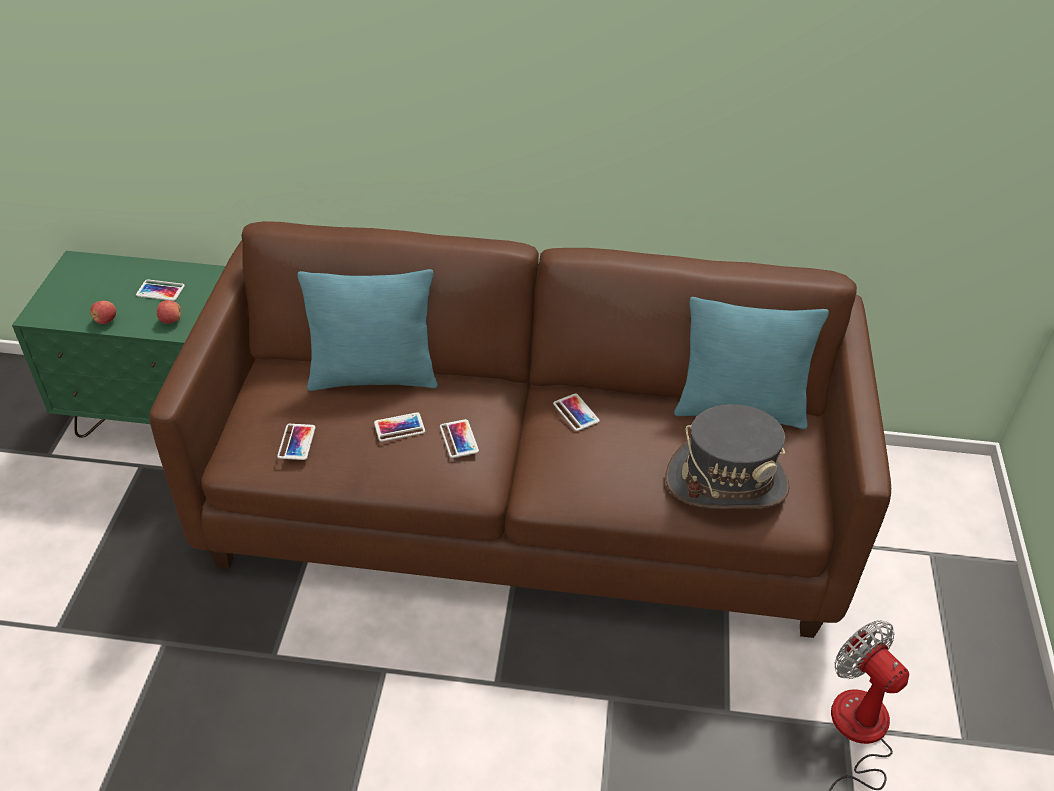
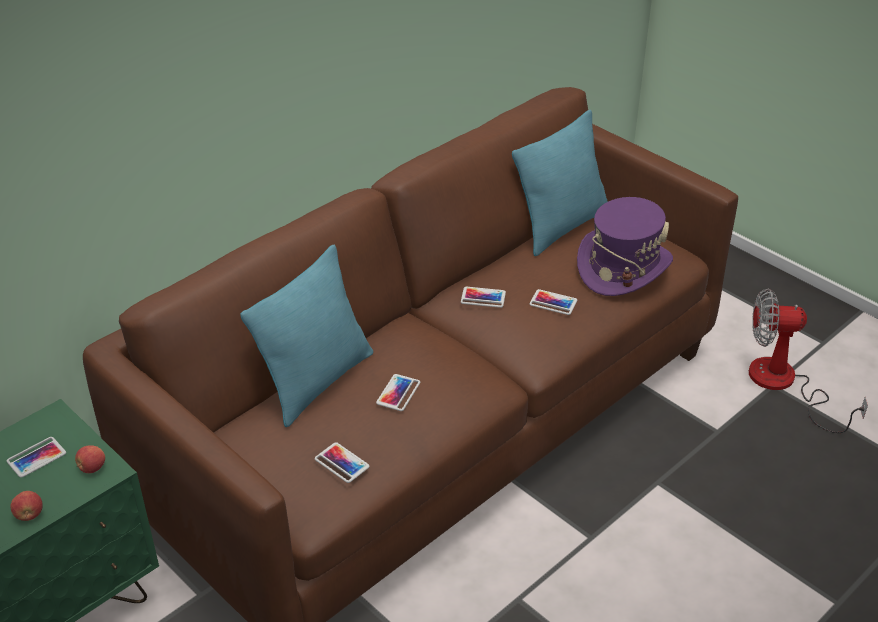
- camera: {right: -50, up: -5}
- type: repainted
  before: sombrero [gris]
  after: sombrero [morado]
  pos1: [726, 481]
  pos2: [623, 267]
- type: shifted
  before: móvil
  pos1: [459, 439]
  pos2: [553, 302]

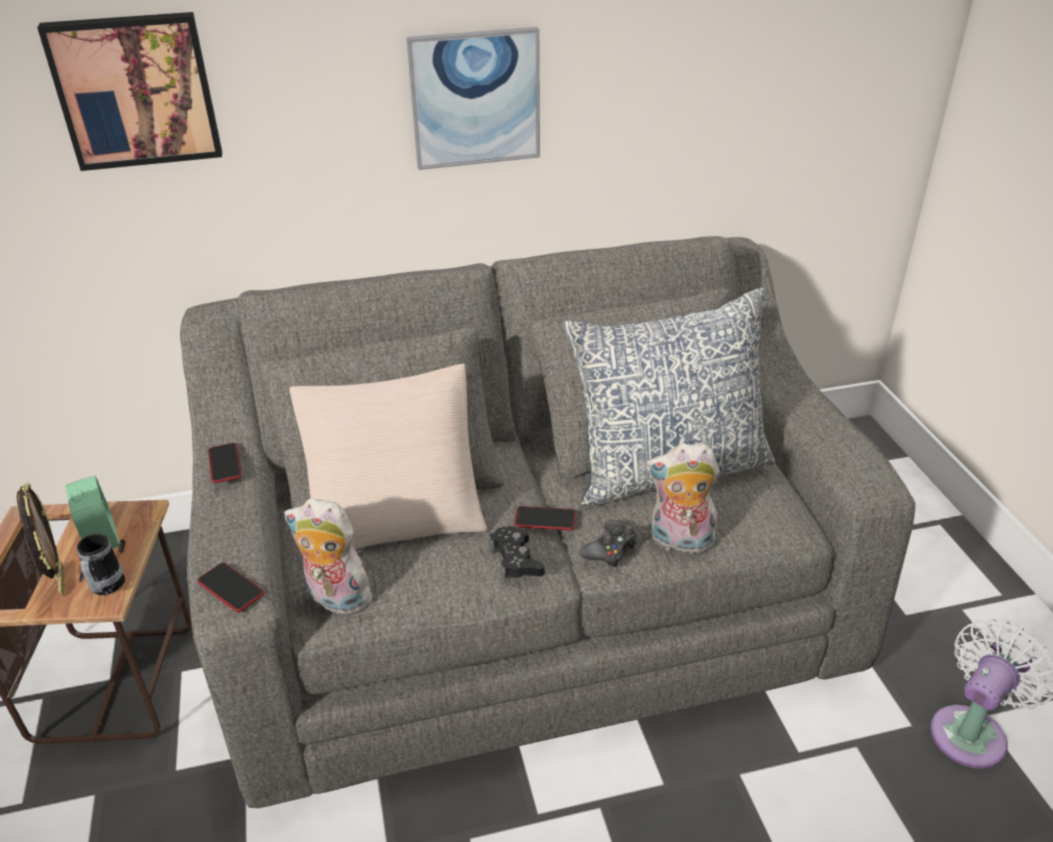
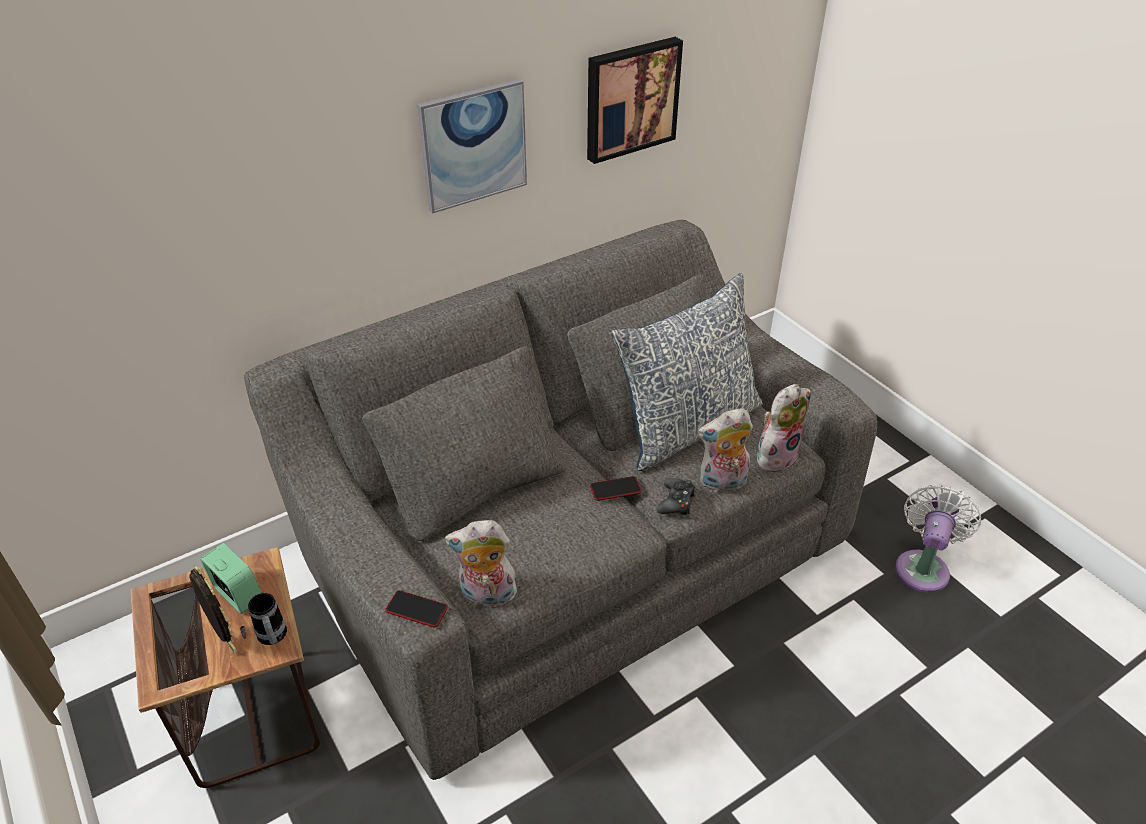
- camera: {right: -20, up: 5}
- type: shifted
  before: cuadro
  pos1: [136, 90]
  pos2: [630, 98]
- type: gone
  before: cojín [beis]
  pos1: [397, 513]
- type: gone
  before: móvil
  pos1: [225, 464]
- type: gone
  before: mando de consola [negro]
  pos1: [516, 560]
- type: new
  after: peluche
  pos2: [776, 456]

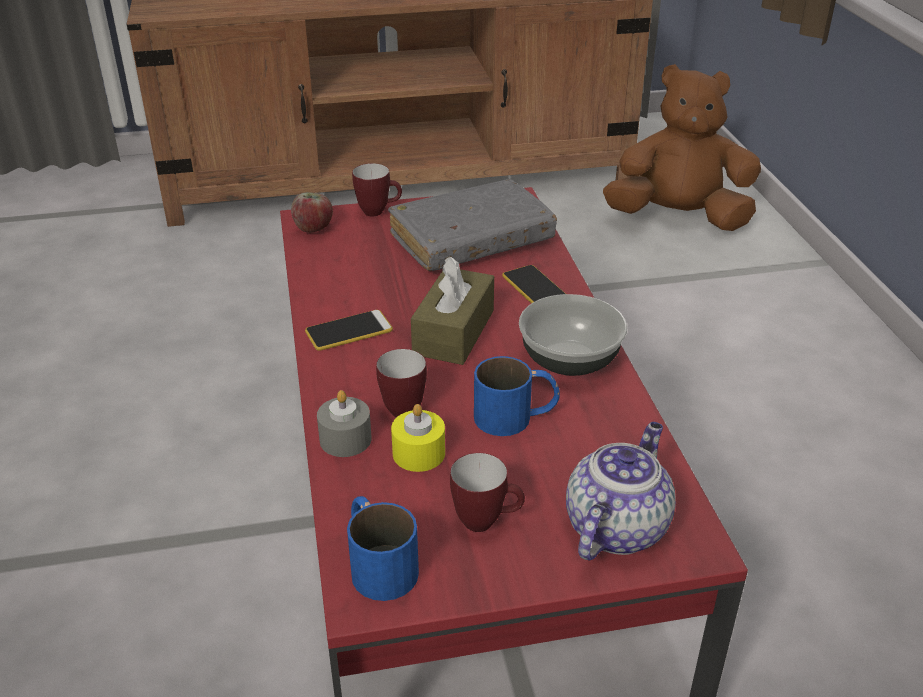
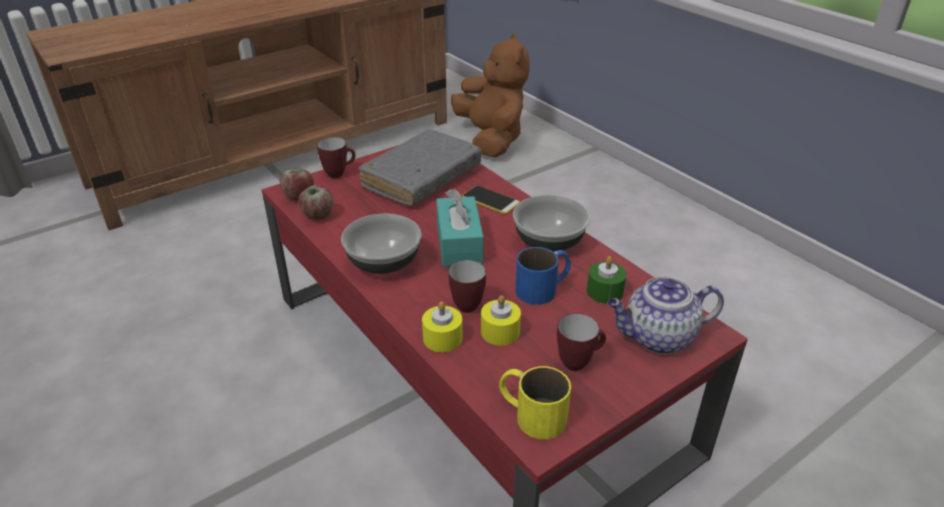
- camera: {right: -25, up: 0}
- type: rotated
  before: peluche [marrón]
  pos1: [678, 218]
  pos2: [491, 139]
  turn: 90
- type: repainted
  before: caja de pañuelos [marrón]
  after: caja de pañuelos [turquesa]
  pos1: [454, 332]
  pos2: [459, 243]
- type: swapped
  before: móvil
  after: cuenco
  pos1: [349, 331]
  pos2: [384, 263]
- type: repainted
  before: vela [gris]
  after: vela [amarillo]
  pos1: [345, 439]
  pos2: [442, 338]
- type: rotated
  before: tetera
  pos1: [616, 526]
  pos2: [657, 338]
  turn: -105
- type: repainted
  before: taza grande [azul]
  after: taza grande [amarillo]
  pos1: [377, 562]
  pos2: [530, 413]
- type: new
  after: manzana
  pos2: [317, 215]
- type: new
  after: vela [verde]
  pos2: [604, 291]

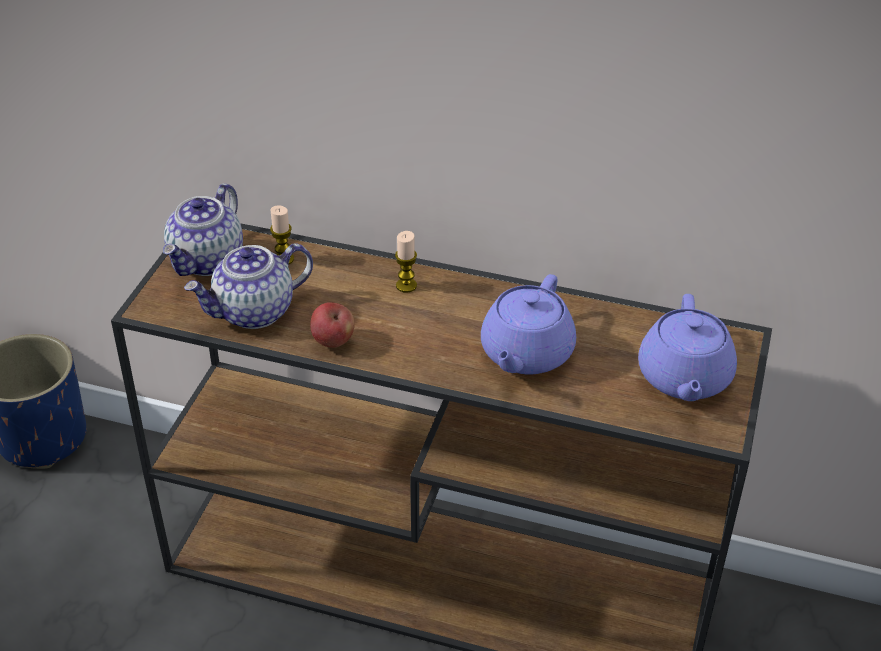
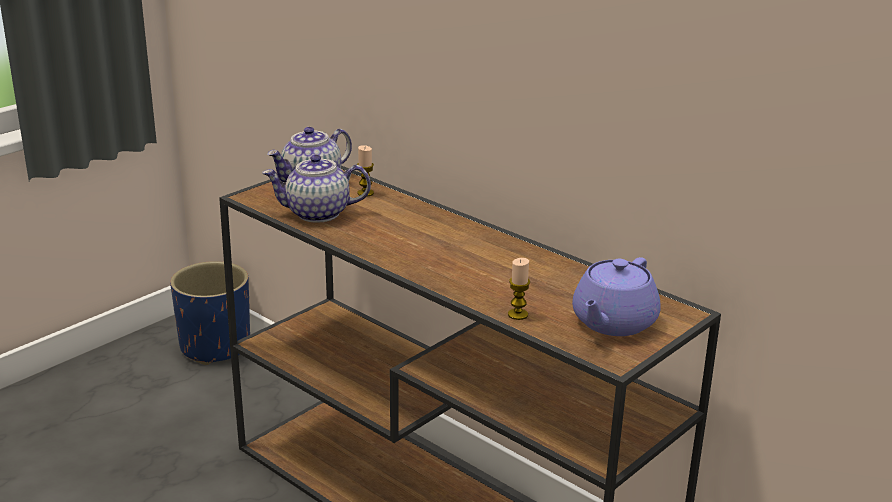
- camera: {right: 25, up: -15}
- type: shifted
  before: vela
  pos1: [406, 285]
  pos2: [518, 314]
- type: gone
  before: tetera [morado]
  pos1: [525, 354]
- type: gone
  before: manzana
  pos1: [333, 341]

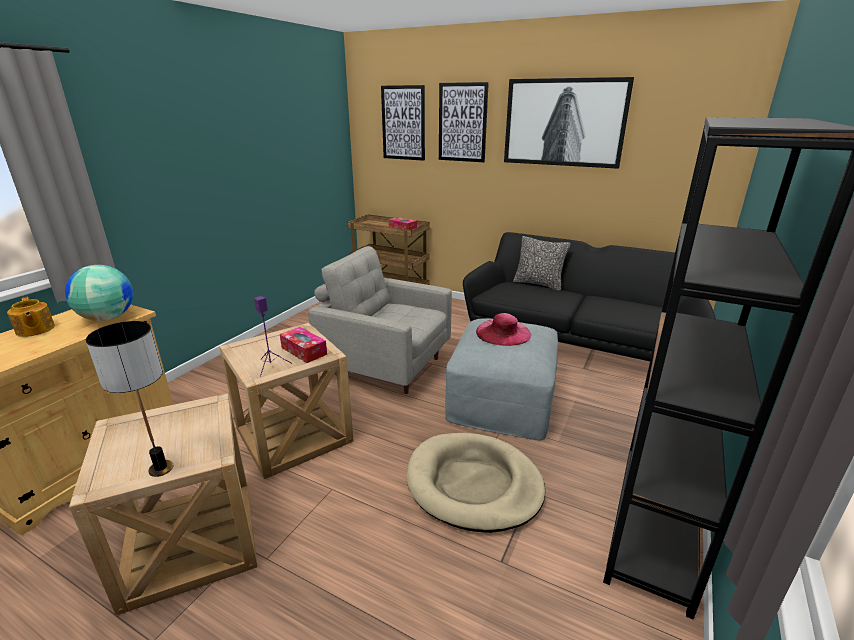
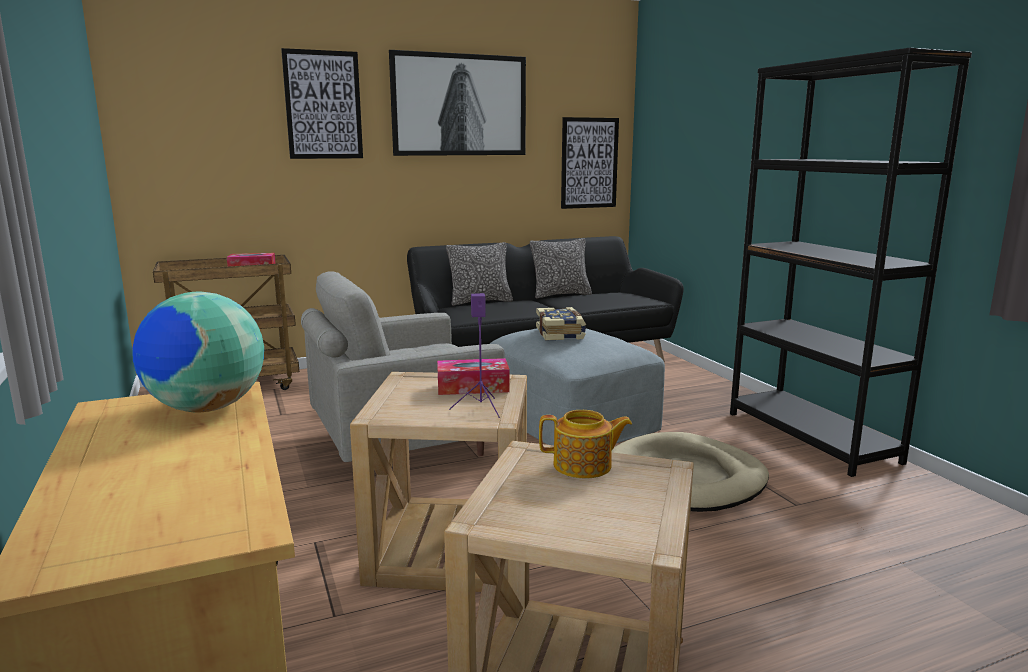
- camera: {right: -50, up: -10}
- type: shifted
  before: cuadro
  pos1: [403, 123]
  pos2: [589, 163]
- type: shifted
  before: tetera
  pos1: [35, 330]
  pos2: [584, 466]
- type: swapped
  before: sombrero [rosa]
  after: libro
  pos1: [503, 332]
  pos2: [561, 334]
- type: gone
  before: lámpara de mesa
  pos1: [160, 469]
- type: new
  after: cojín
  pos2: [560, 295]

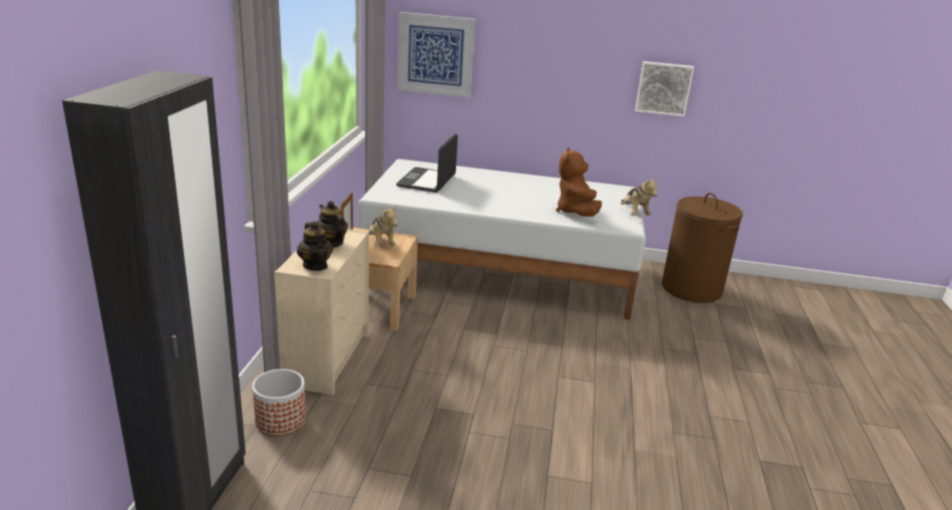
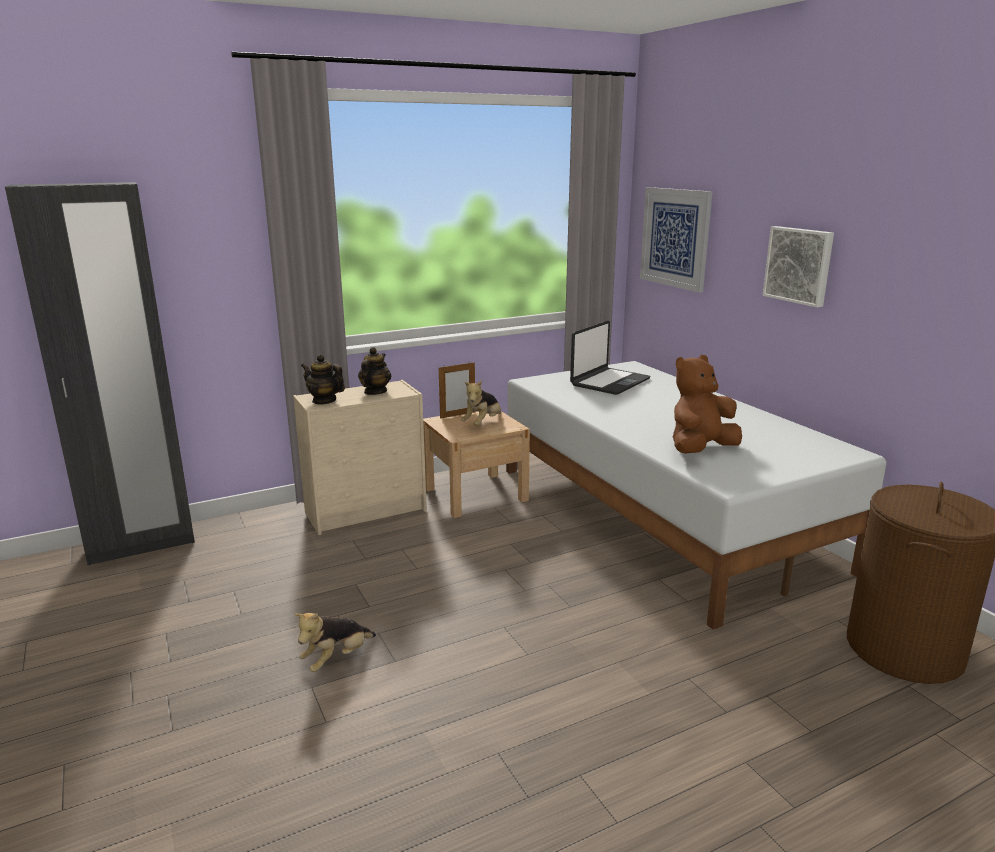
- camera: {right: 55, up: -5}
- type: shifted
  before: cuadro
  pos1: [663, 88]
  pos2: [799, 265]
- type: rotated
  before: portátil
  pos1: [427, 181]
  pos2: [609, 382]
  turn: 150
- type: shifted
  before: peluche
  pos1: [634, 213]
  pos2: [336, 659]
- type: rotated
  before: tetera
  pos1: [315, 265]
  pos2: [324, 400]
  turn: 90
- type: gone
  before: maceta
  pos1: [280, 420]

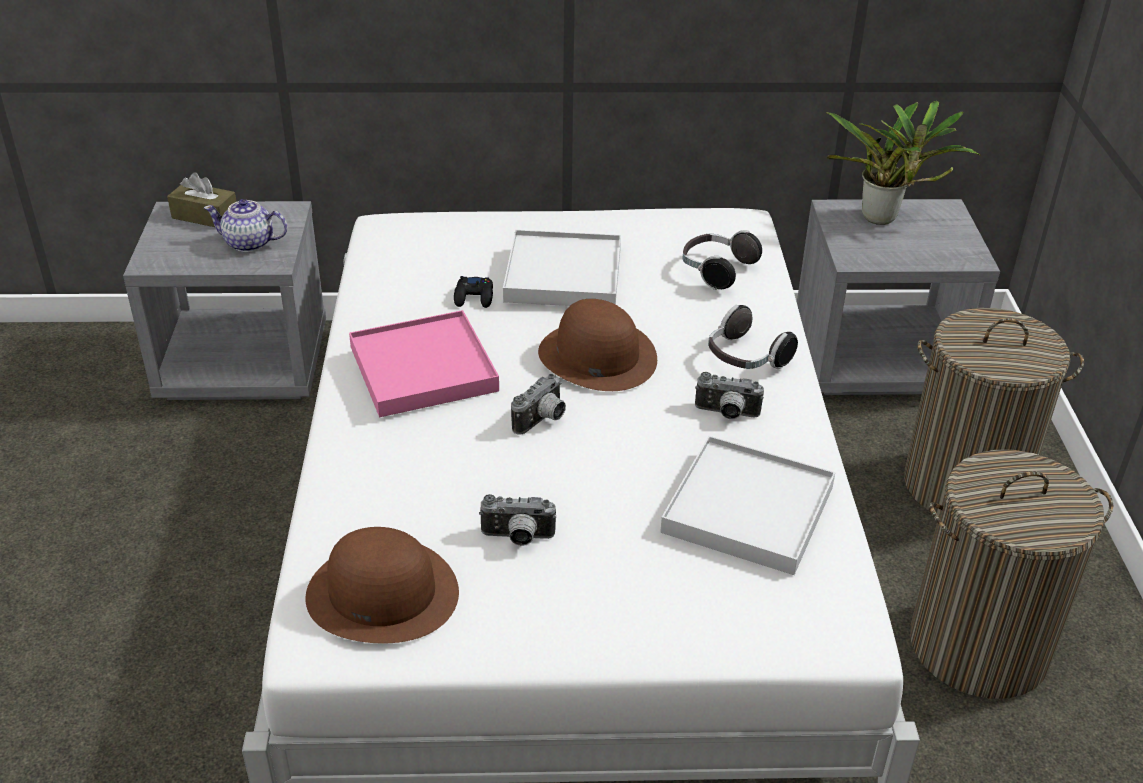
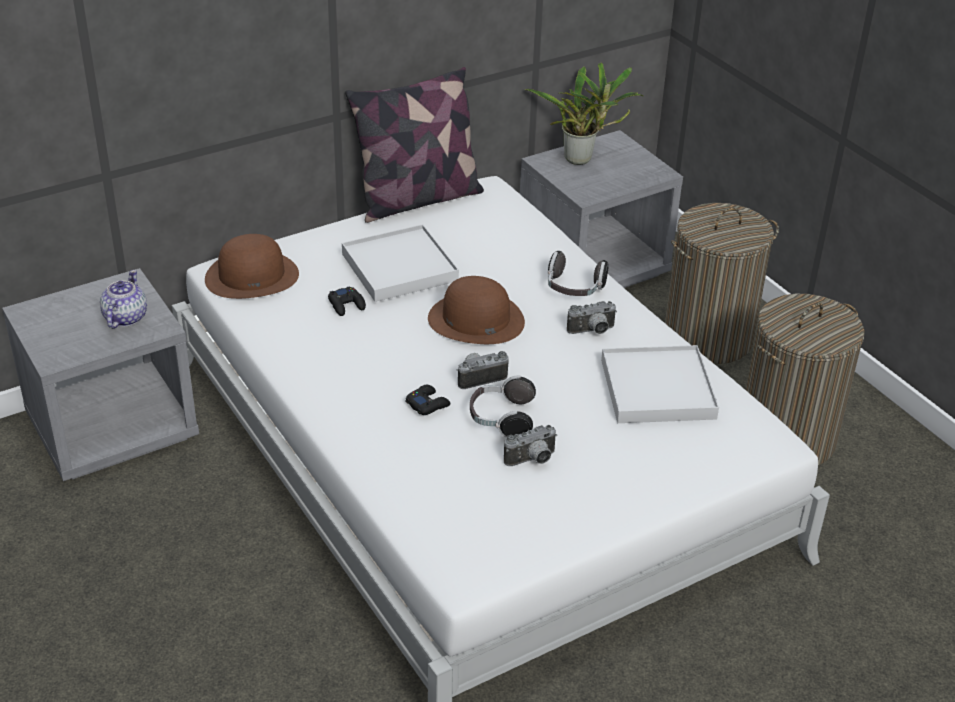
- camera: {right: -30, up: 0}
- type: gone
  before: caja de pañuelos [marrón]
  pos1: [205, 216]
- type: rotated
  before: tetera
  pos1: [250, 243]
  pos2: [125, 318]
  turn: 120
- type: shifted
  before: auriculares
  pos1: [716, 270]
  pos2: [501, 419]
- type: gone
  before: bandeja [rosa]
  pos1: [423, 368]
- type: rotated
  before: cámara
  pos1: [542, 421]
  pos2: [480, 377]
  turn: -120
- type: shifted
  before: sombrero [marrón]
  pos1: [383, 593]
  pos2: [252, 276]
- type: new
  after: cojín
  pos2: [417, 199]
- type: new
  after: mando de consola [negro]
  pos2: [427, 404]

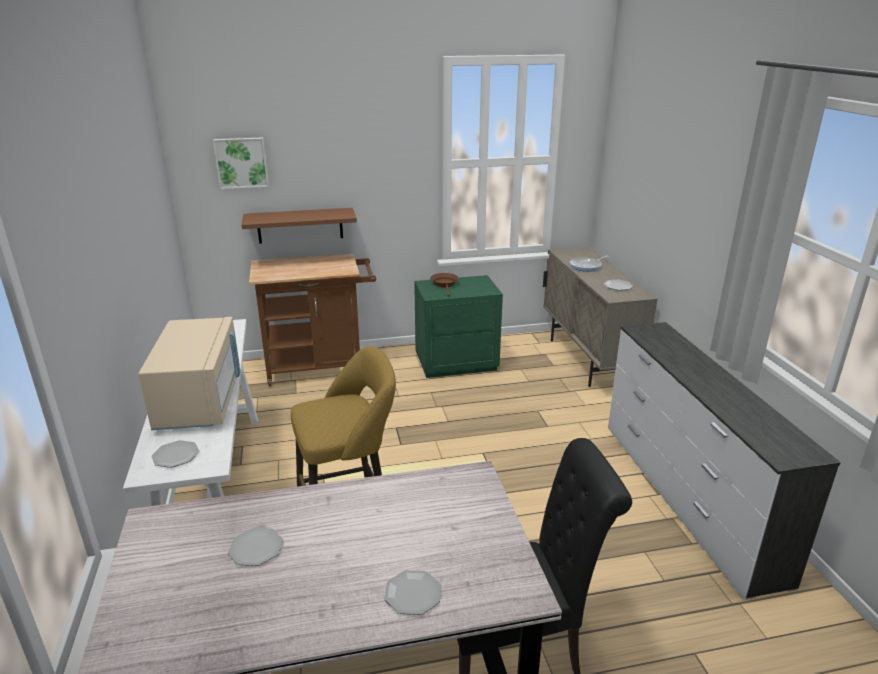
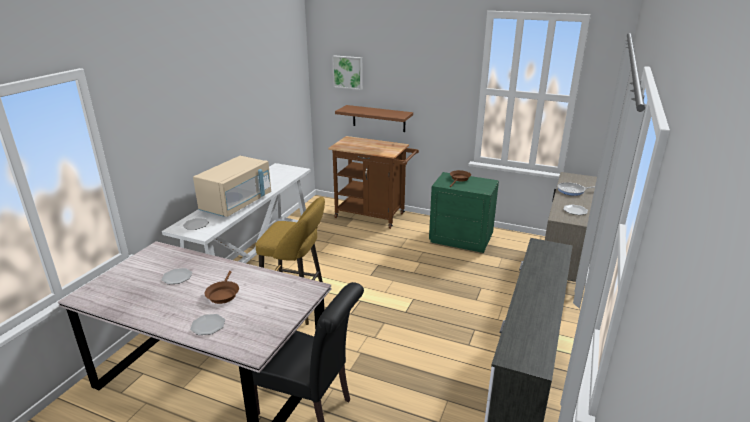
- camera: {right: 35, up: 0}
- type: new
  after: sartén [marrón]
  pos2: [223, 294]

